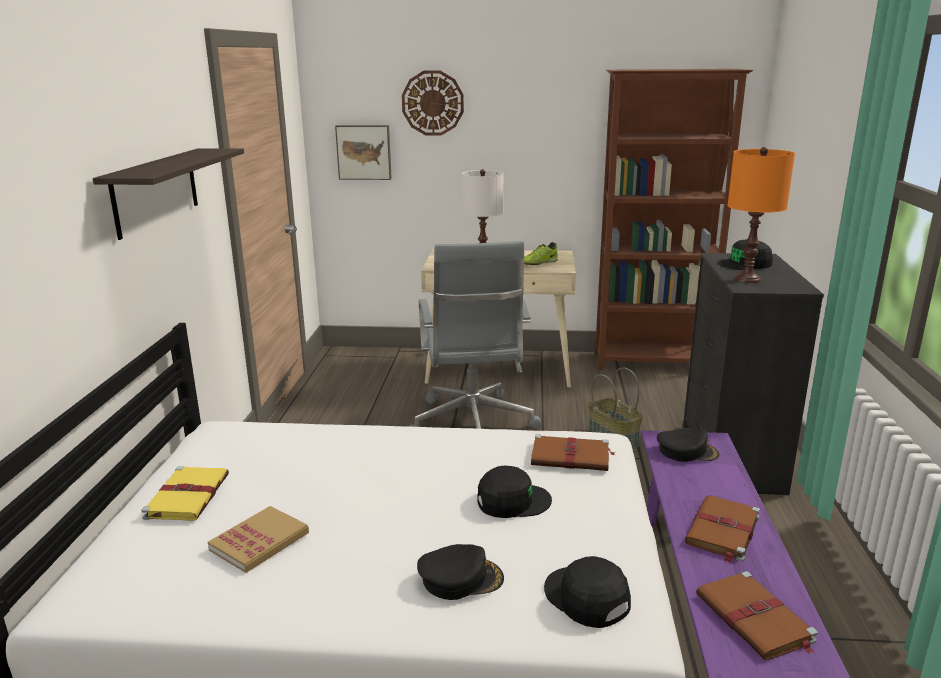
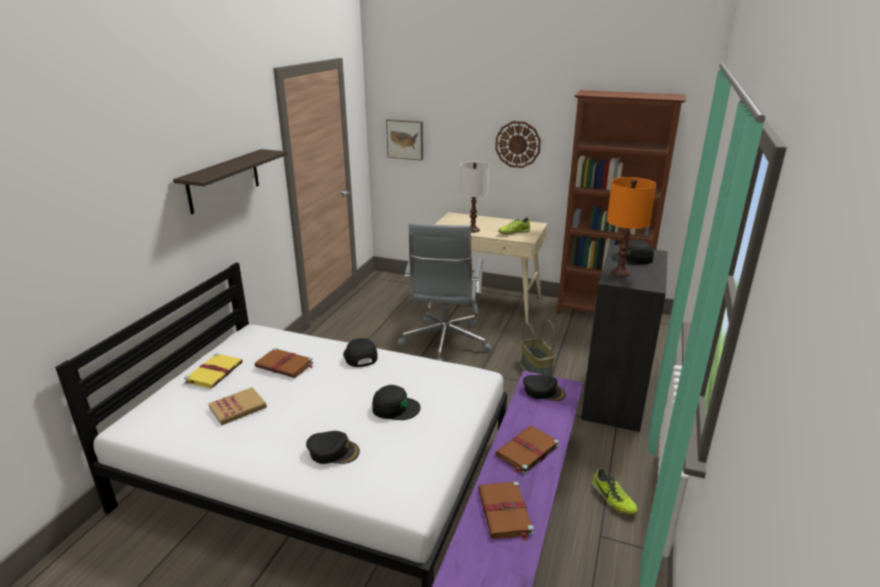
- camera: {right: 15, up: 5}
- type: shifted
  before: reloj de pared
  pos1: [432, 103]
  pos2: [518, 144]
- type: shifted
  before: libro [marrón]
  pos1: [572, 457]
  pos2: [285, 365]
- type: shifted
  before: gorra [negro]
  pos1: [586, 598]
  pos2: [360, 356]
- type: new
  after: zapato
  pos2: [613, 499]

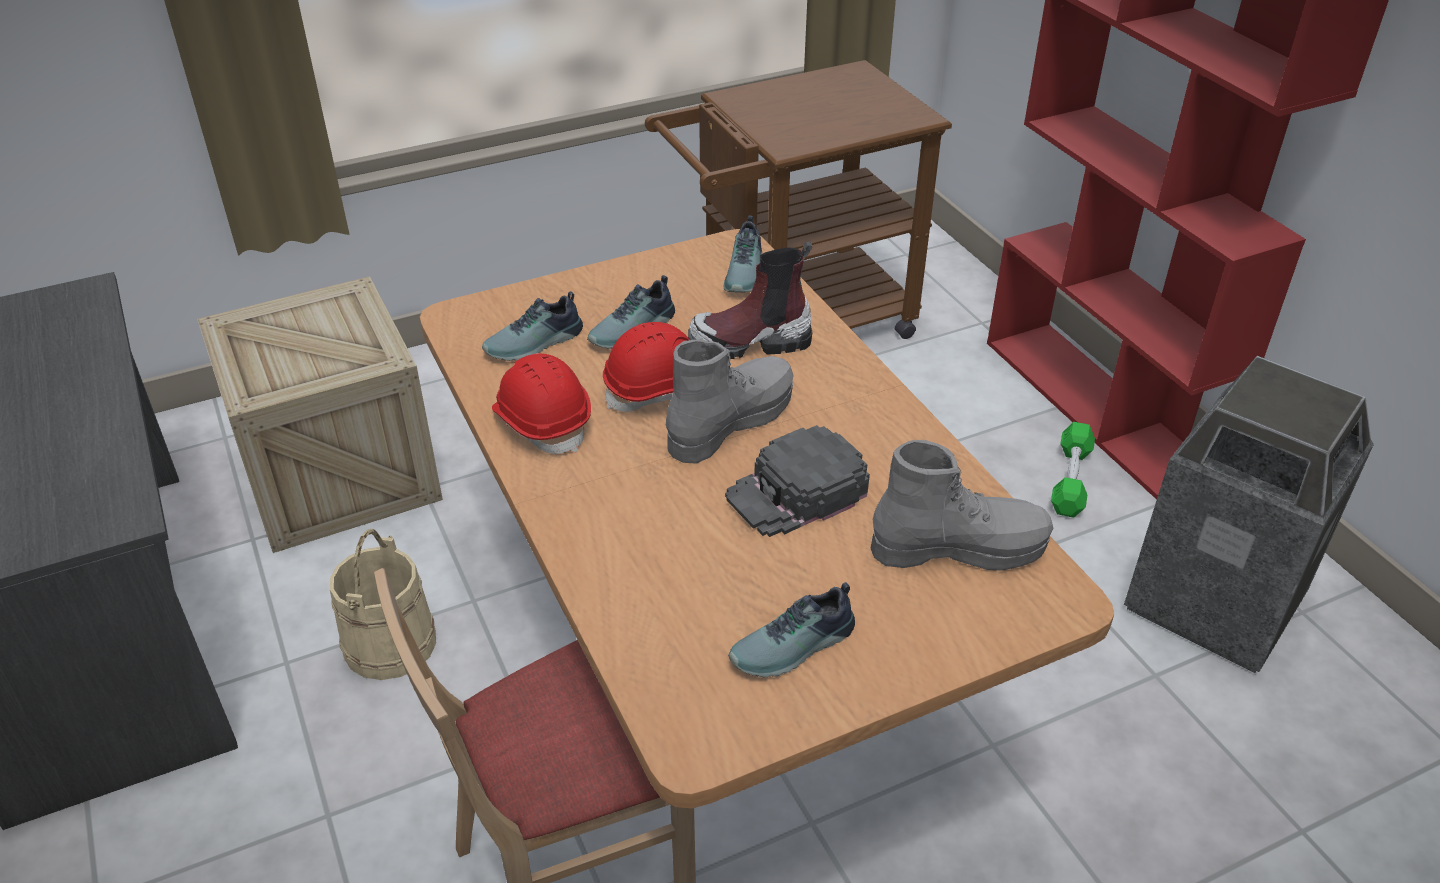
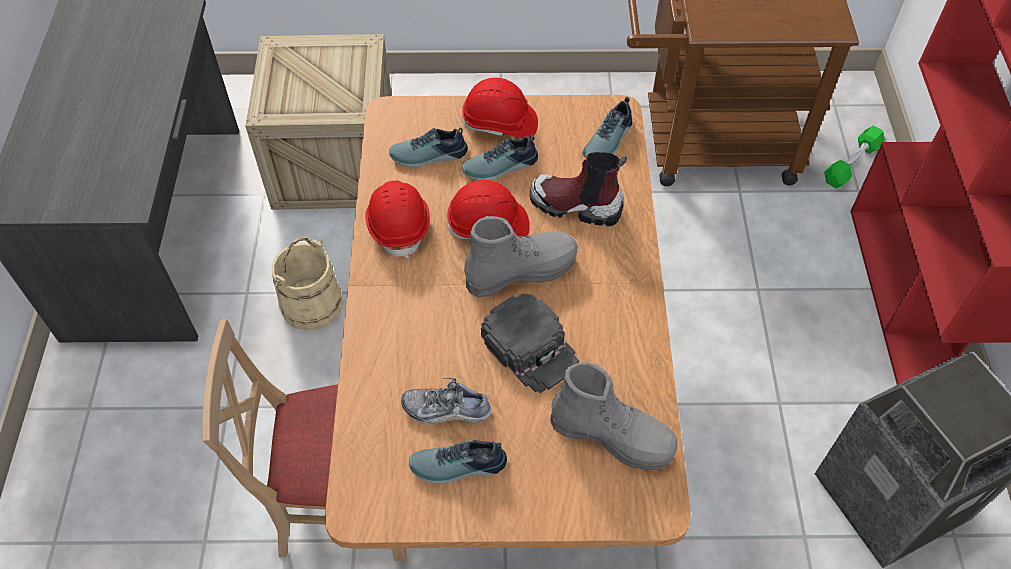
- camera: {right: 25, up: 15}
- type: shifted
  before: mancuerna [verde]
  pos1: [1070, 479]
  pos2: [851, 163]
- type: rotated
  before: gorra [negro]
  pos1: [796, 493]
  pos2: [531, 347]
  turn: -120
- type: new
  after: casco [rojo]
  pos2: [500, 123]
- type: new
  after: zapato
  pos2: [446, 410]

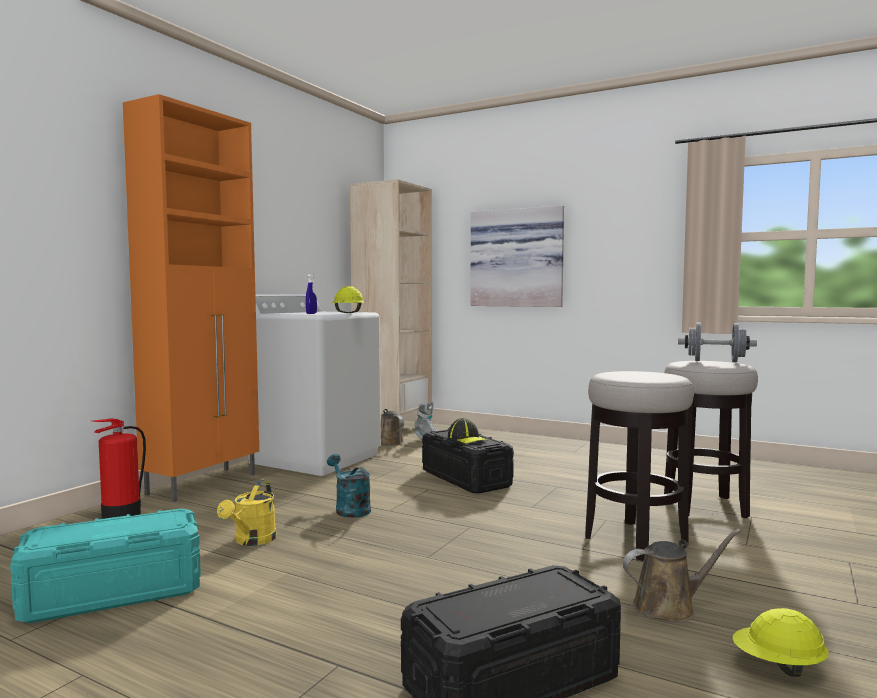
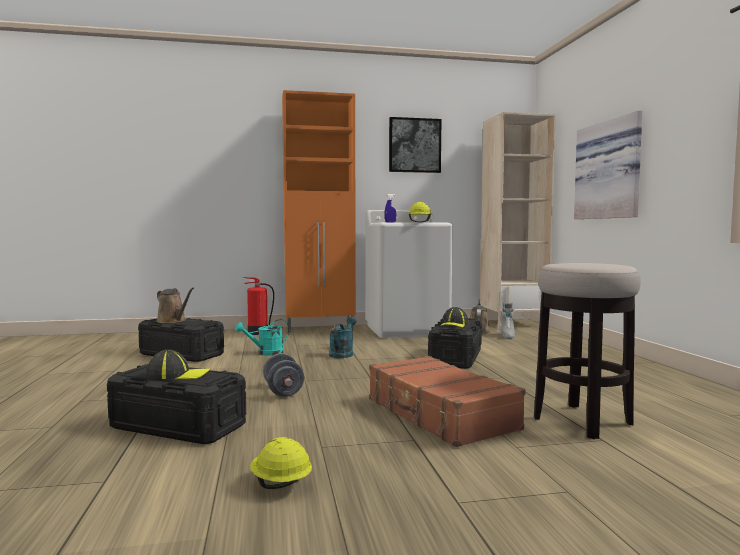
- camera: {right: 50, up: 0}
- type: shifted
  before: mancuerna [gris]
  pos1: [715, 361]
  pos2: [283, 391]
- type: swapped
  before: taburete
  after: maleta [marrón]
  pos1: [635, 540]
  pos2: [439, 414]
- type: repainted
  before: regadera [amarillo]
  after: regadera [turquesa]
  pos1: [252, 541]
  pos2: [266, 353]
- type: repainted
  before: caja de almacenaje [turquesa]
  after: caja de almacenaje [negro]
  pos1: [113, 592]
  pos2: [181, 354]
- type: shifted
  before: regadera [marrón]
  pos1: [669, 607]
  pos2: [173, 321]
- type: new
  after: cuadro
  pos2: [414, 145]
- type: new
  after: gorra
  pos2: [178, 375]

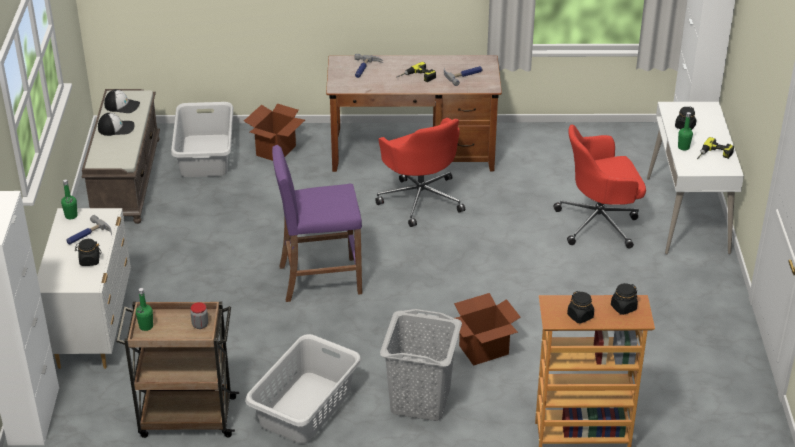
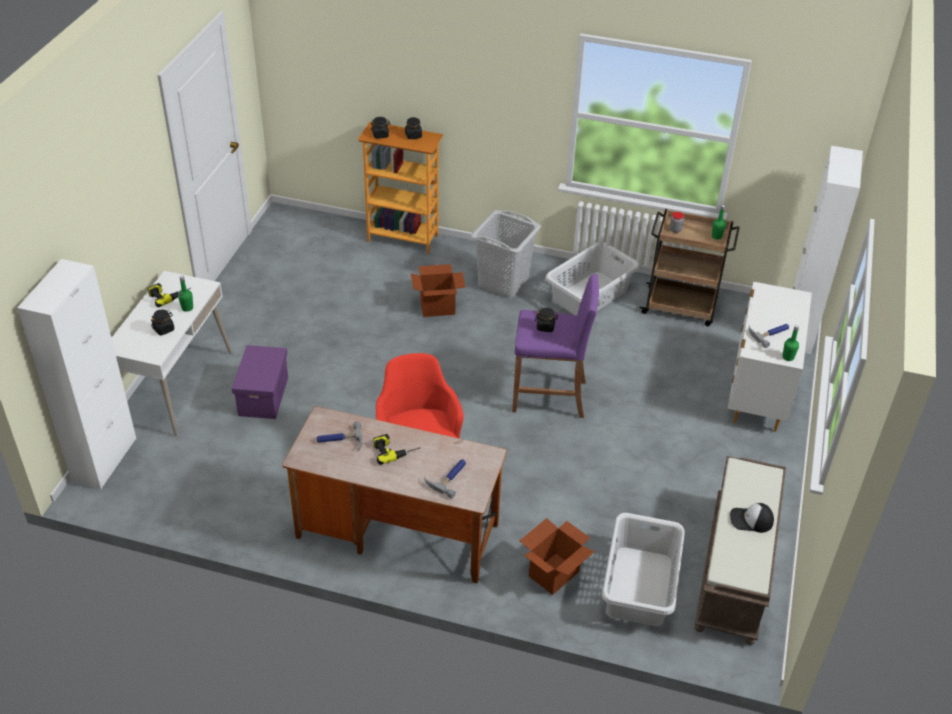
- camera: {right: -165, up: 5}
- type: gone
  before: gorra
  pos1: [122, 105]
- type: swapped
  before: silla de oficina [rojo]
  after: caja de almacenaje [morado]
  pos1: [599, 223]
  pos2: [263, 396]
- type: shifted
  before: tarro [negro]
  pos1: [89, 261]
  pos2: [545, 327]

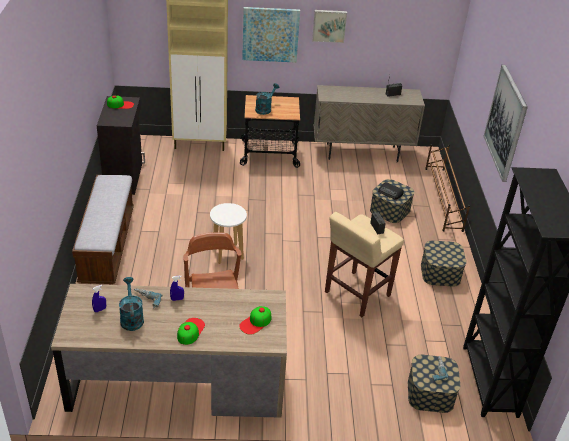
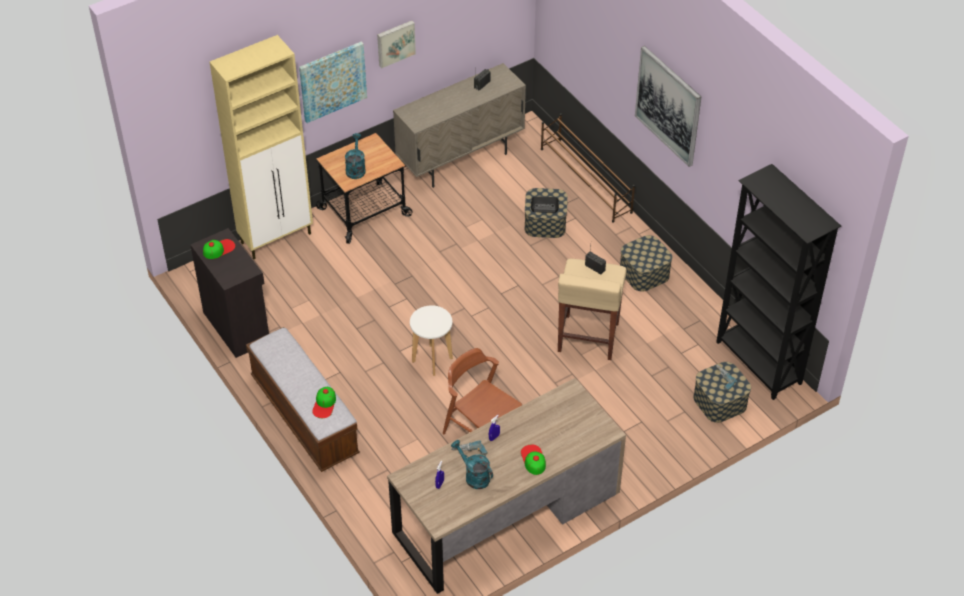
- camera: {right: -30, up: 10}
- type: shifted
  before: gorra
  pos1: [256, 322]
  pos2: [324, 404]

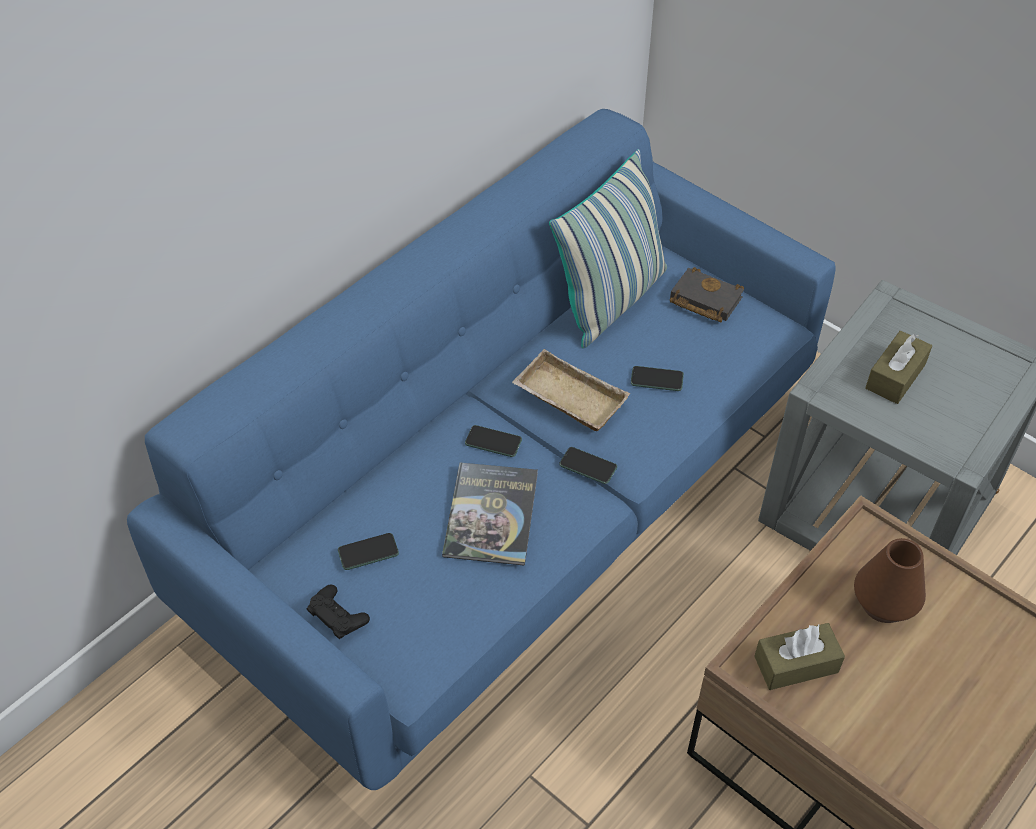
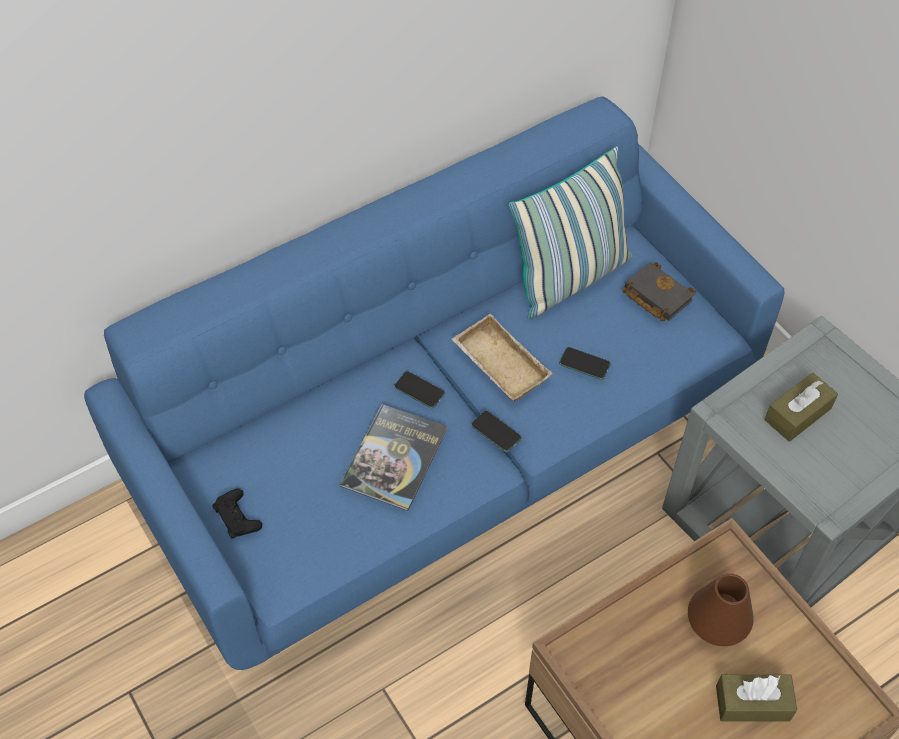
- camera: {right: 15, up: 5}
- type: gone
  before: móvil
  pos1: [368, 552]
- type: shifted
  before: caja de pañuelos [marrón]
  pos1: [796, 664]
  pos2: [752, 703]

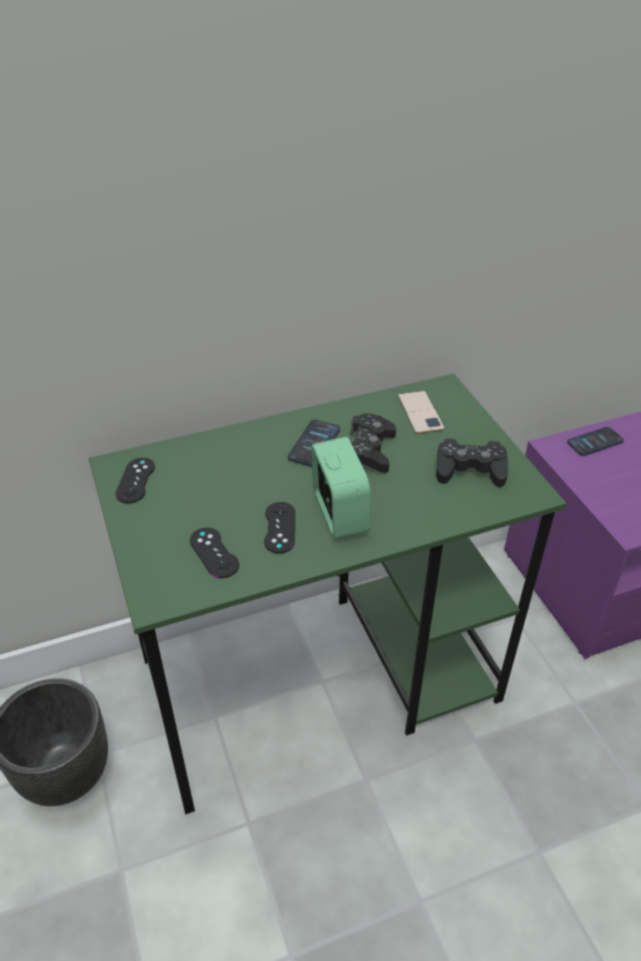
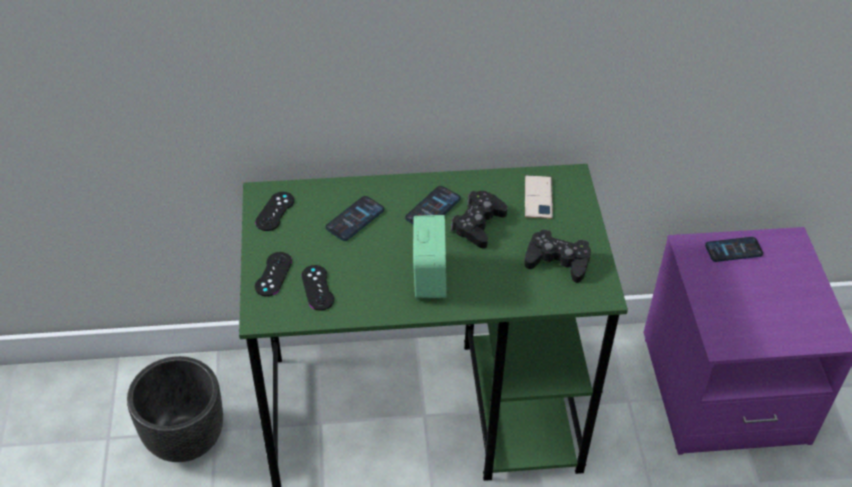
- camera: {right: 15, up: 5}
- type: shifted
  before: mando de consola [negro]
  pos1: [280, 527]
  pos2: [273, 274]
- type: new
  after: móvil
  pos2: [355, 219]

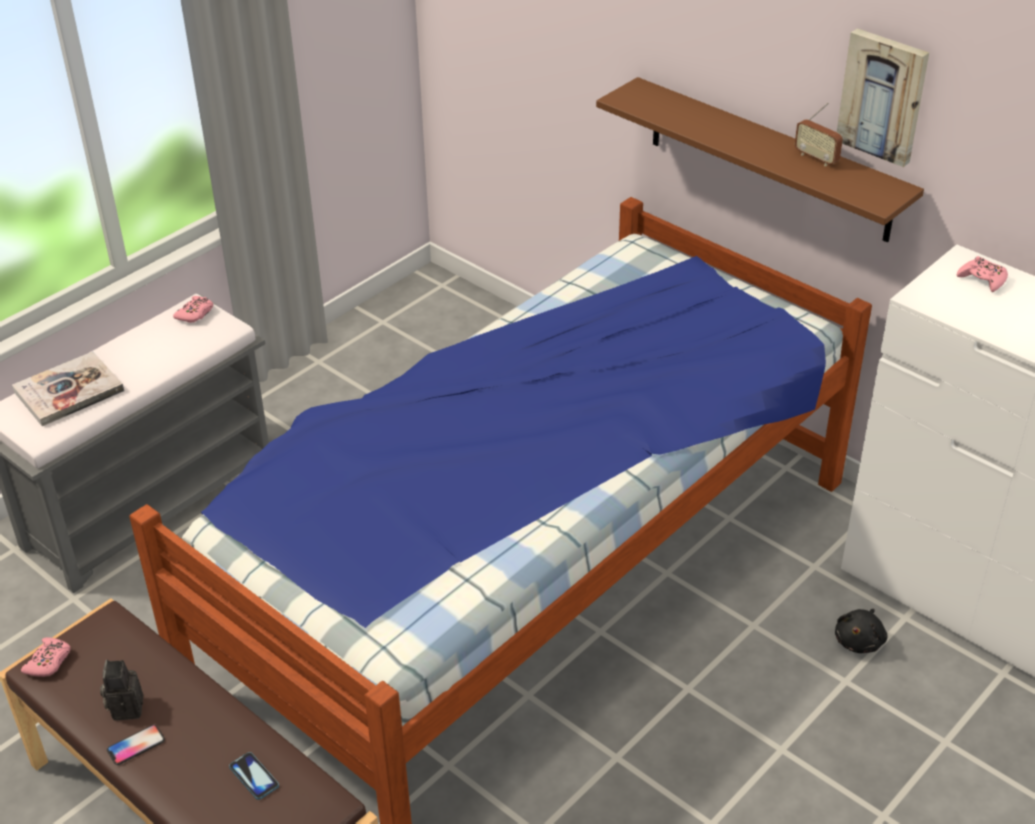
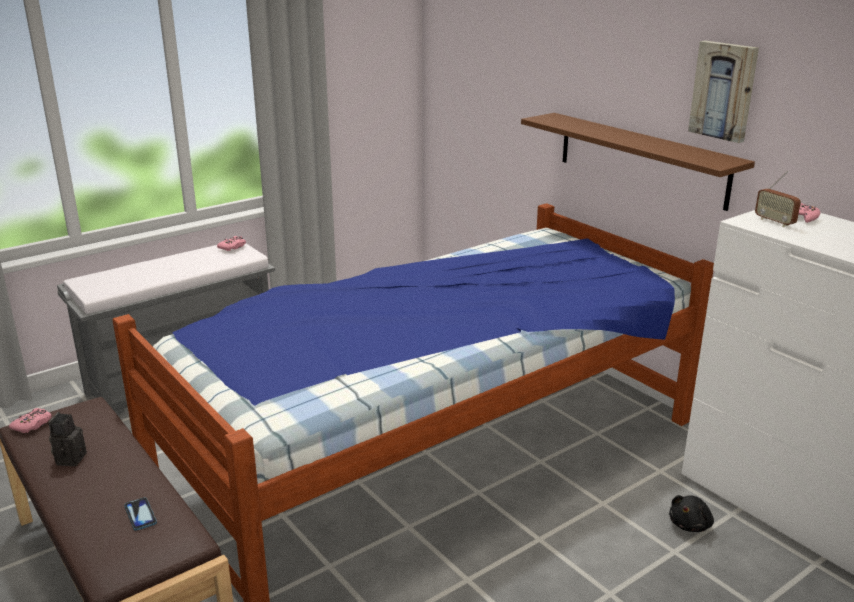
- camera: {right: 10, up: -15}
- type: shifted
  before: radio
  pos1: [816, 158]
  pos2: [774, 222]
- type: gone
  before: libro
  pos1: [69, 391]
- type: gone
  before: móvil
  pos1: [136, 745]

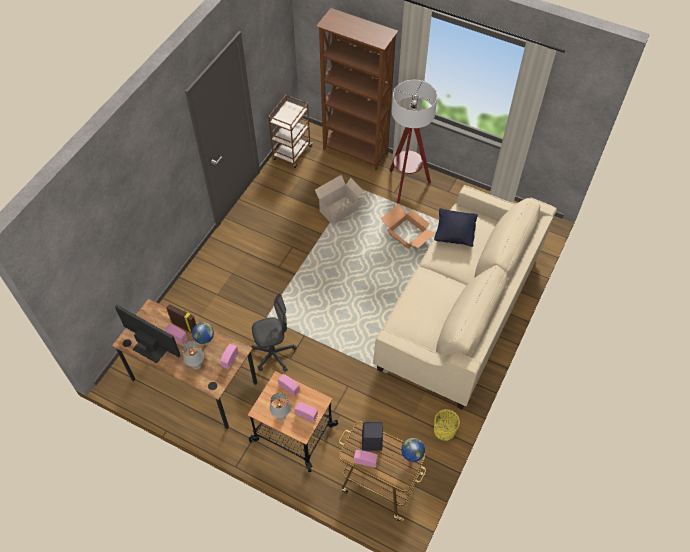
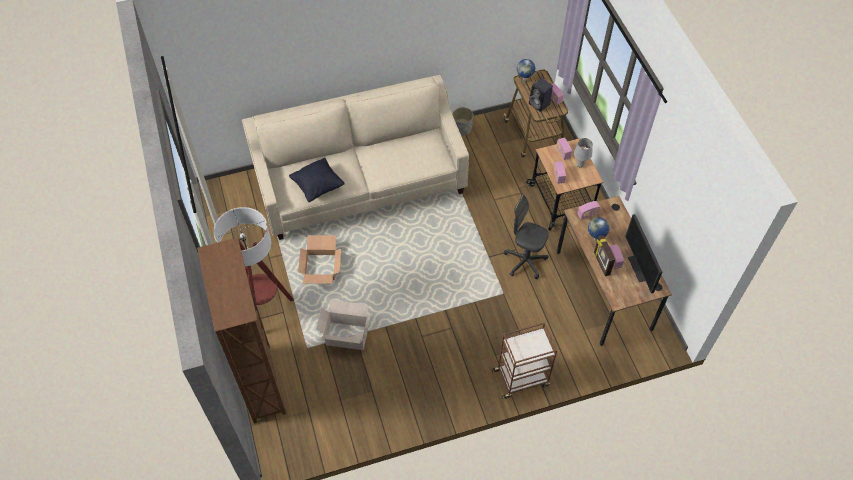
- camera: {right: -135, up: 0}
- type: shifted
  before: carrito [marrón]
  pos1: [292, 153]
  pos2: [521, 378]
- type: gone
  before: lámpara de mesa [gris]
  pos1: [197, 365]
- type: repainted
  before: maceta [amarillo]
  after: maceta [gris]
  pos1: [444, 431]
  pos2: [462, 129]

